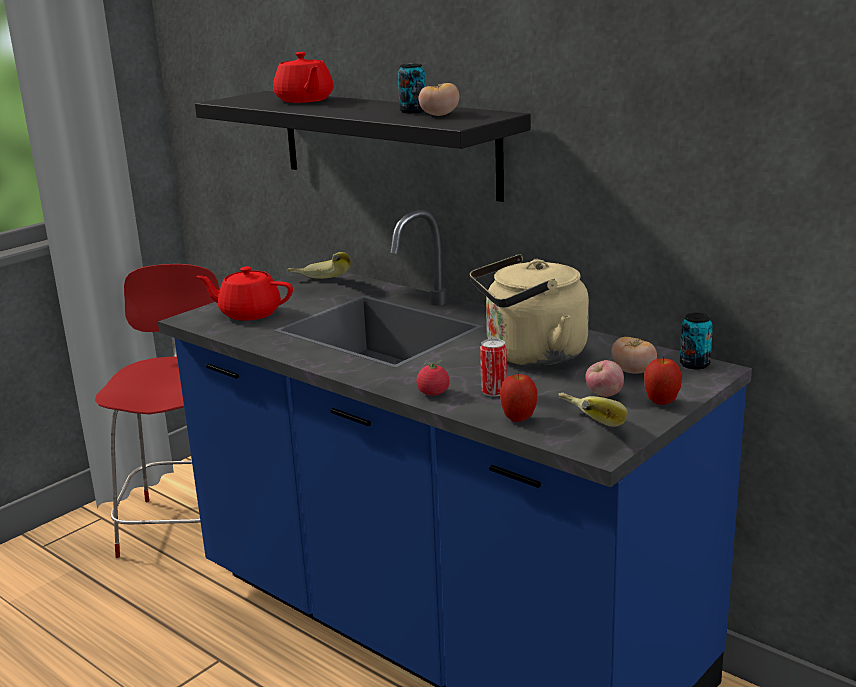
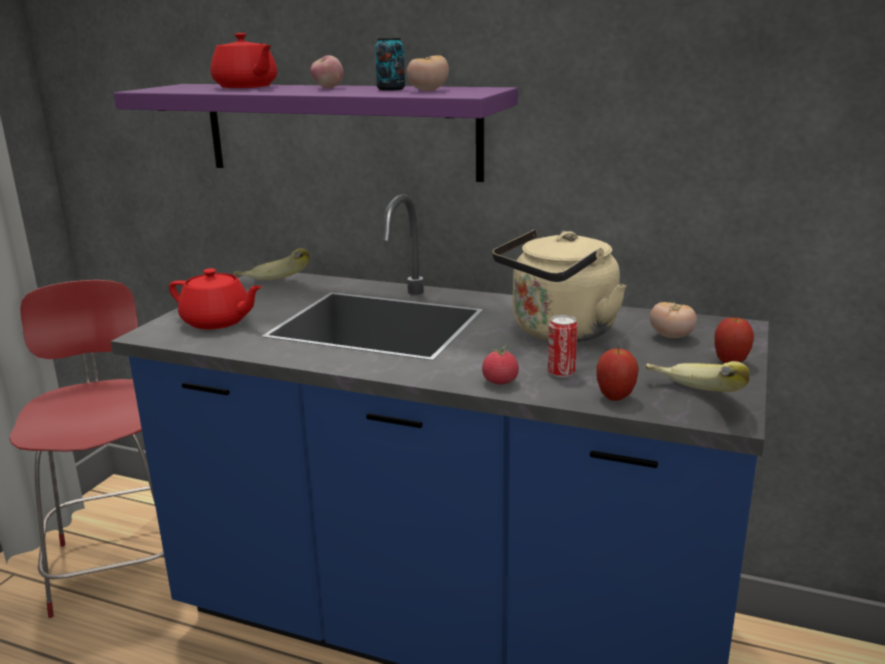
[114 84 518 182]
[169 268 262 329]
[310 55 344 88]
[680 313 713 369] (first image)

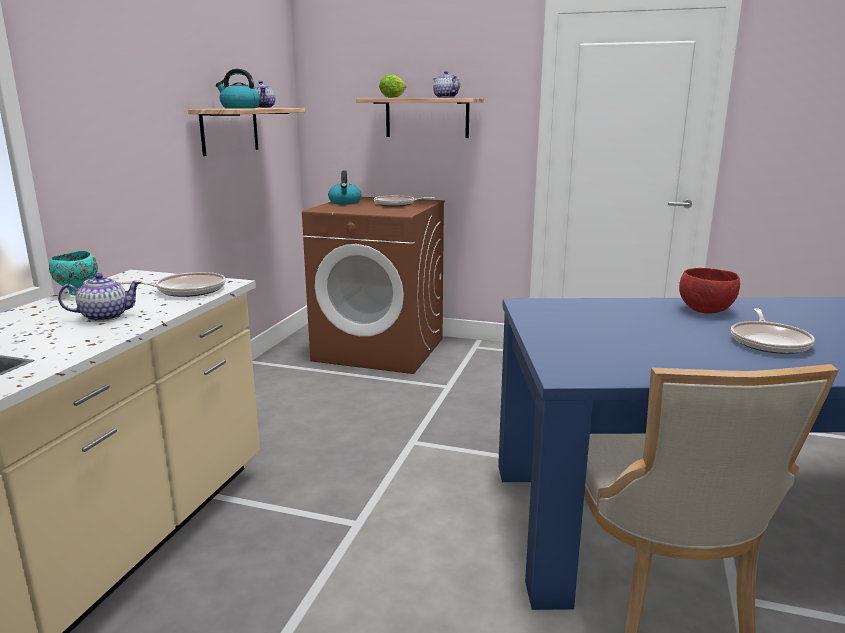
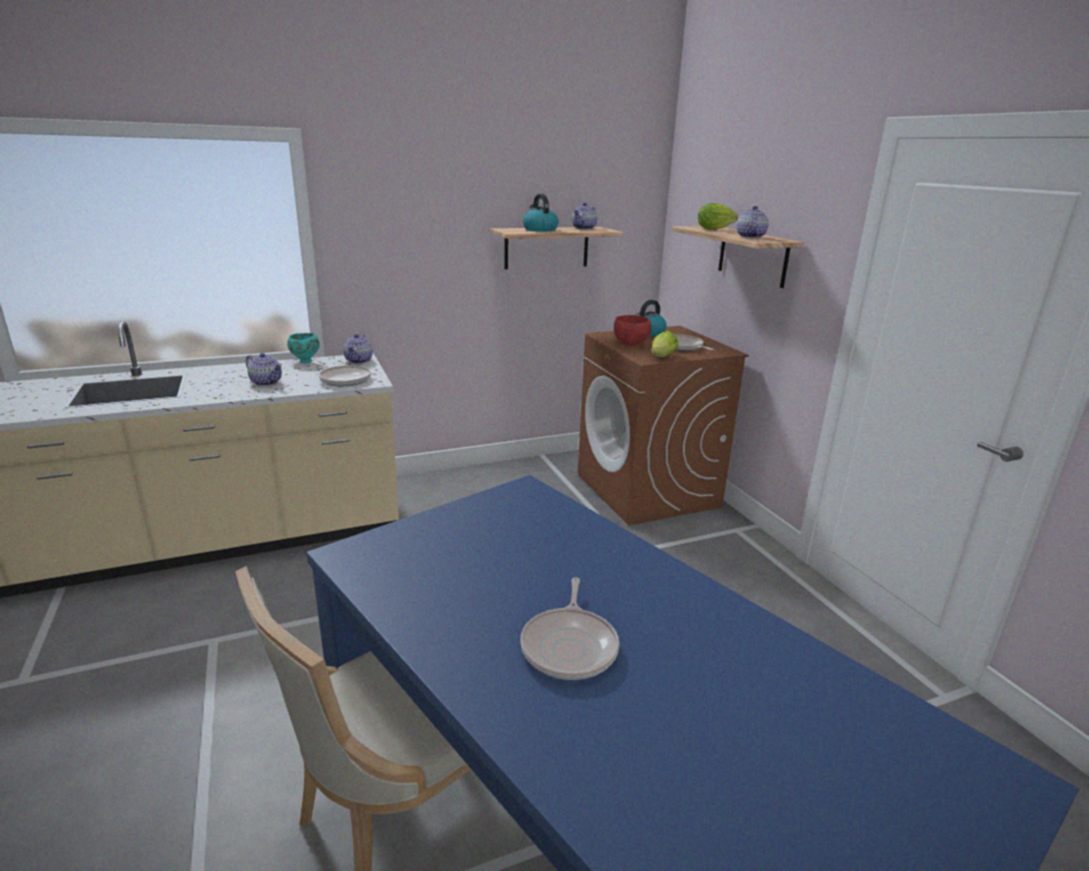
[614 315 651 346]
[520 577 619 680]
[343 334 373 364]
[651 331 678 357]

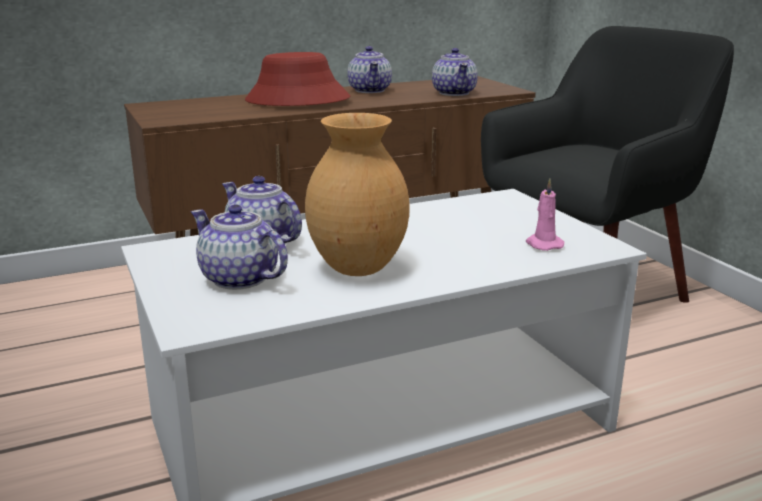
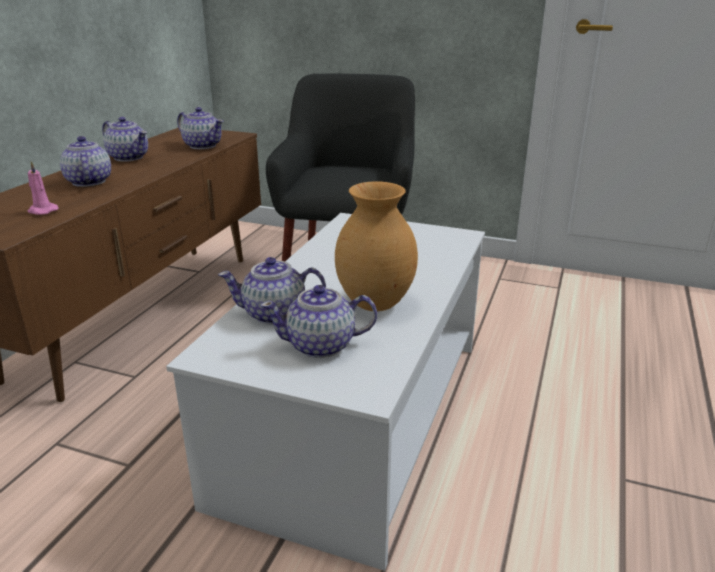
[60 136 111 187]
[27 161 58 215]

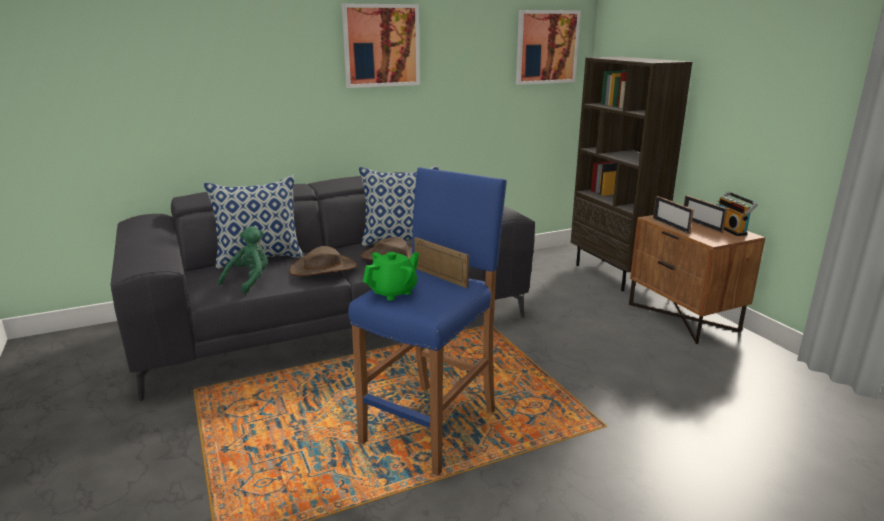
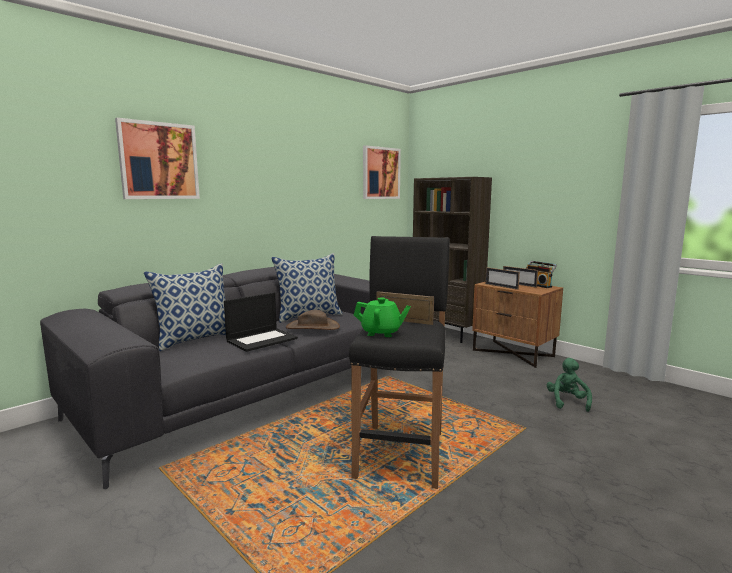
[547 358 592 412]
[224 292 298 352]
[115 118 200 199]
[349 236 450 489]
[354 297 411 337]

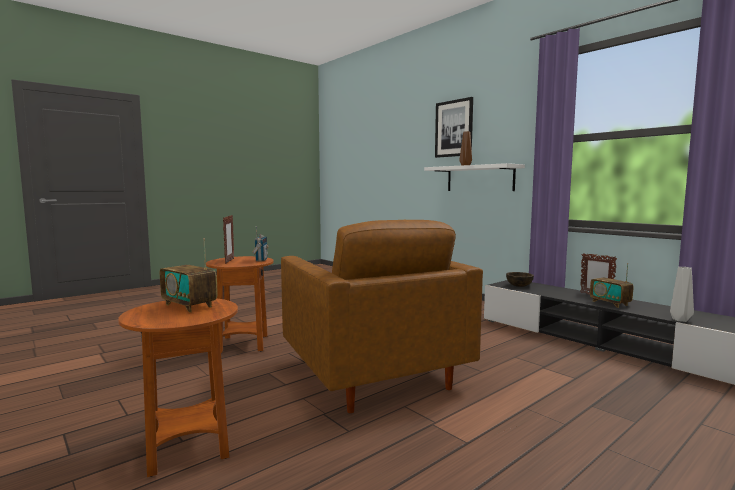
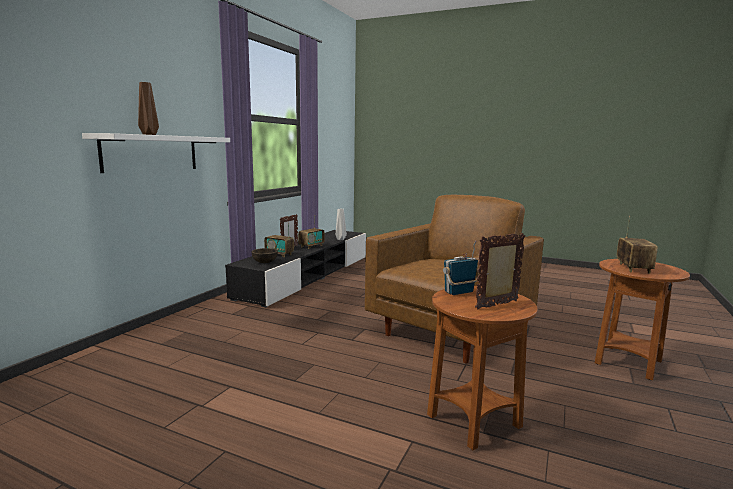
[435 97 473 158] (first image)
[264 222 294 257]

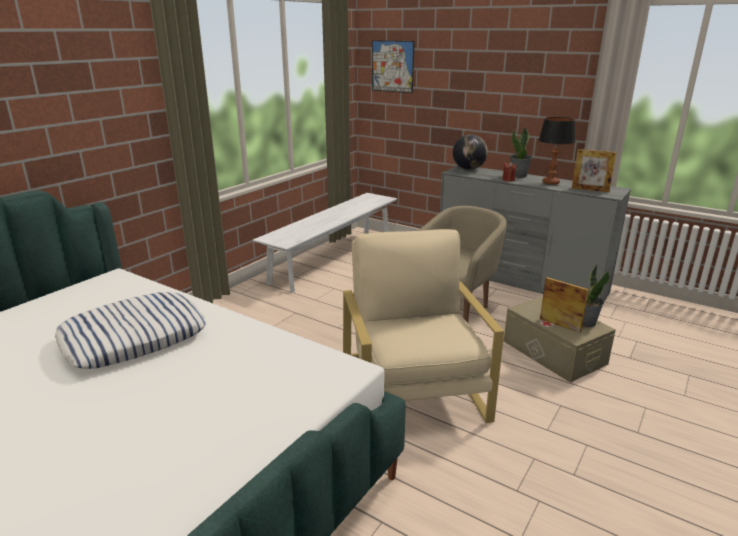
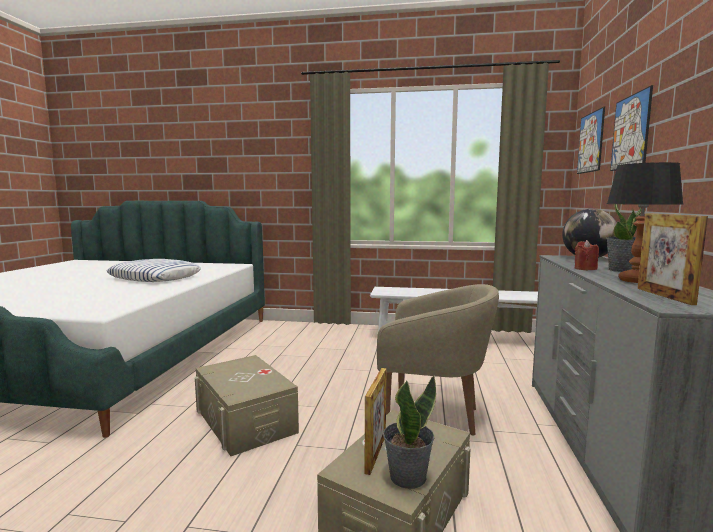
[195 355 299 456]
[610 85 653 171]

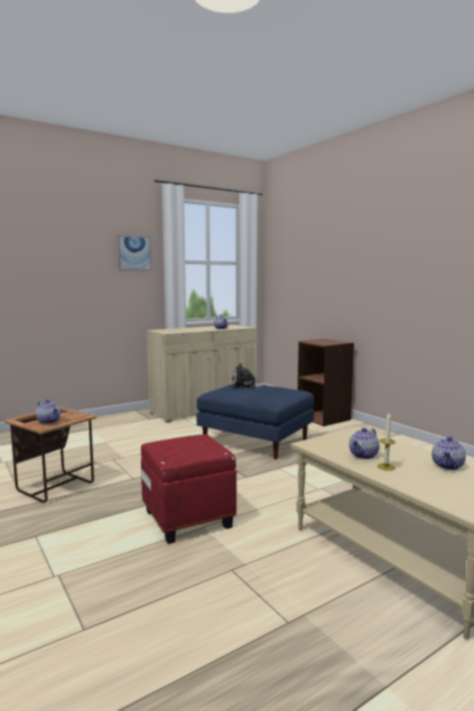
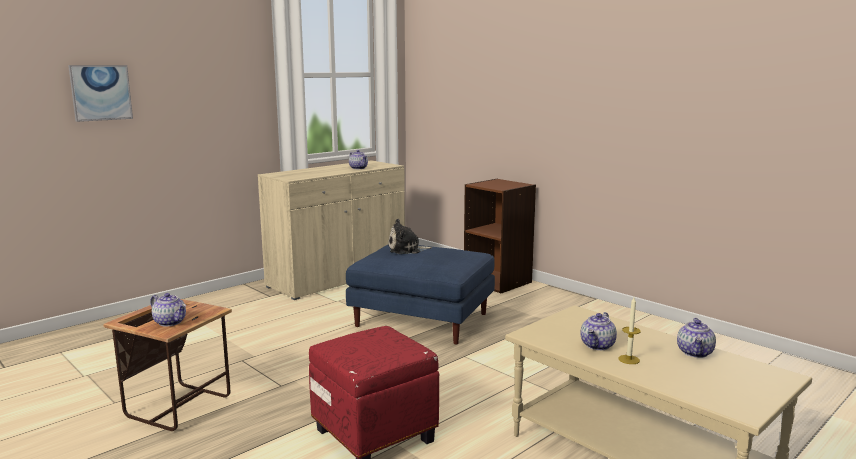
[68 65 133 122]

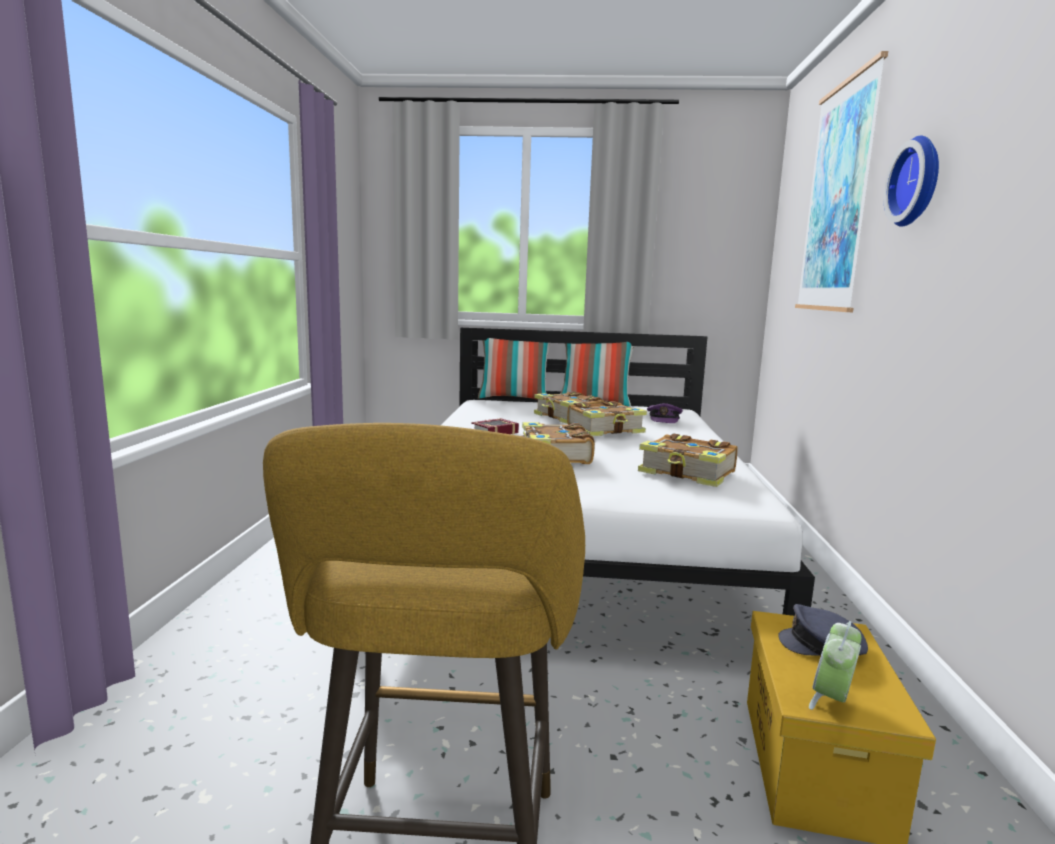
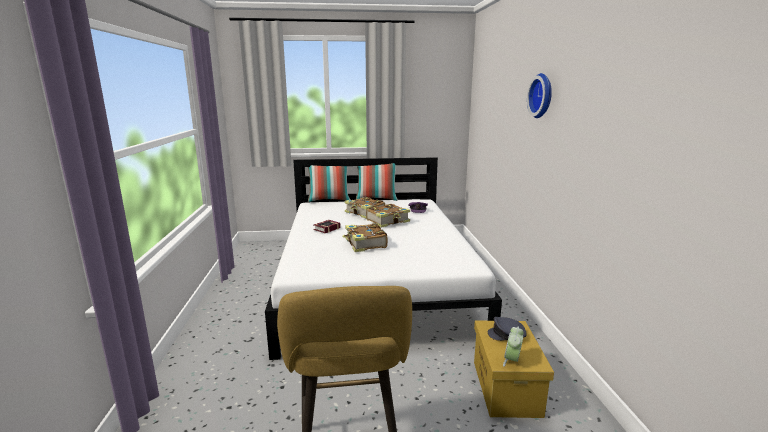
[638 433 738 487] (first image)
[795 51 888 312] (first image)

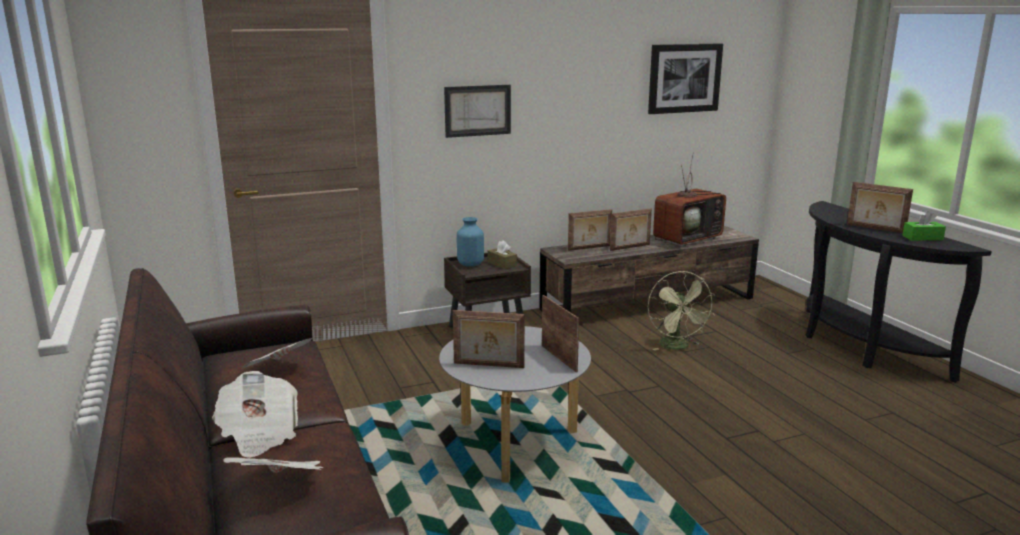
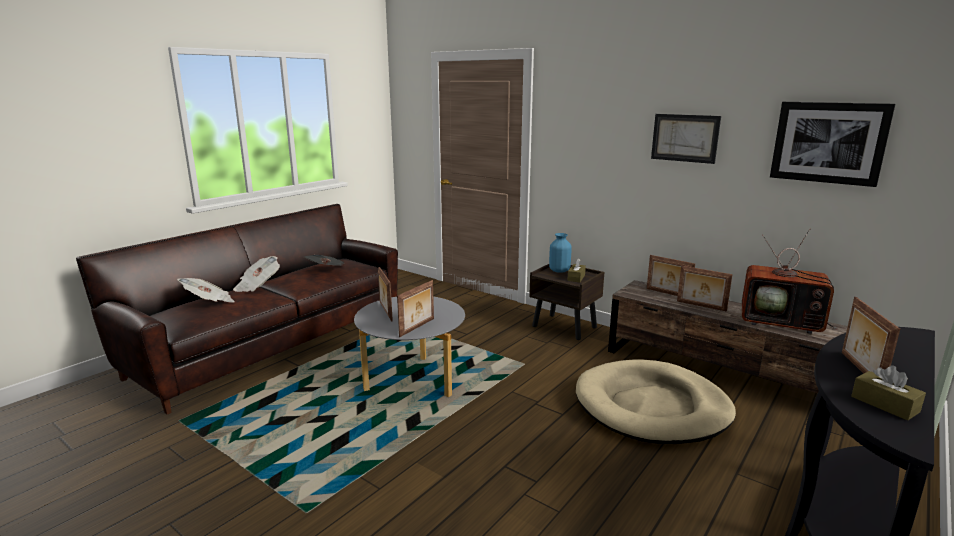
[651 114 721 164]
[576 359 736 444]
[851 365 926 421]

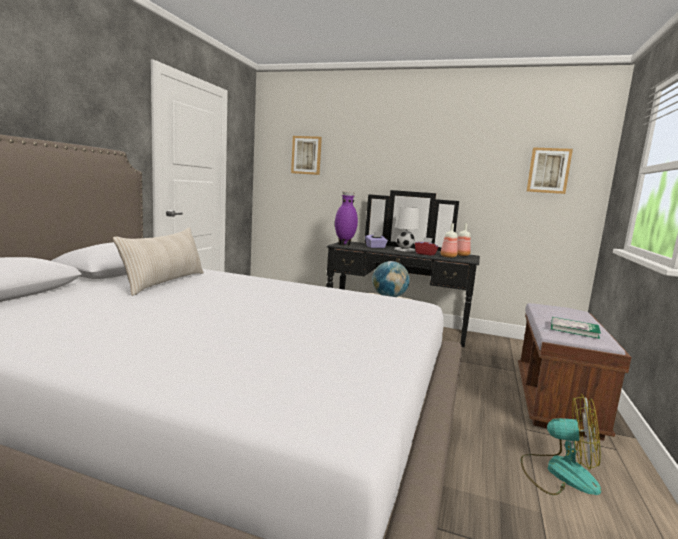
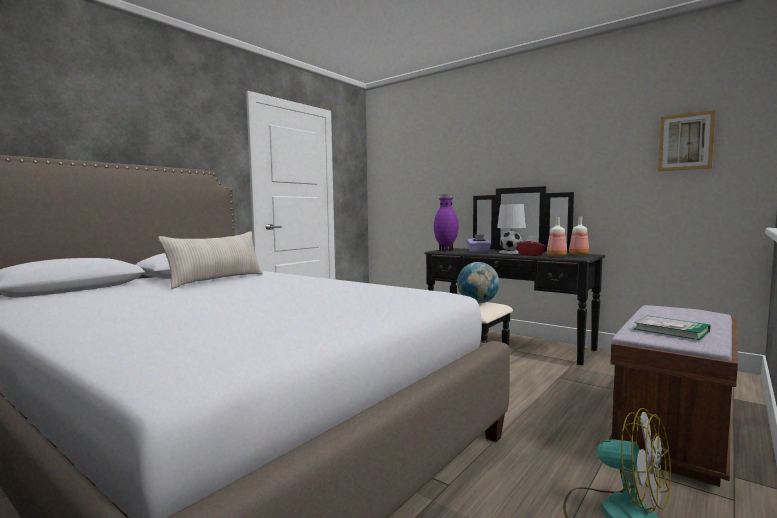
[291 136 322 175] (first image)

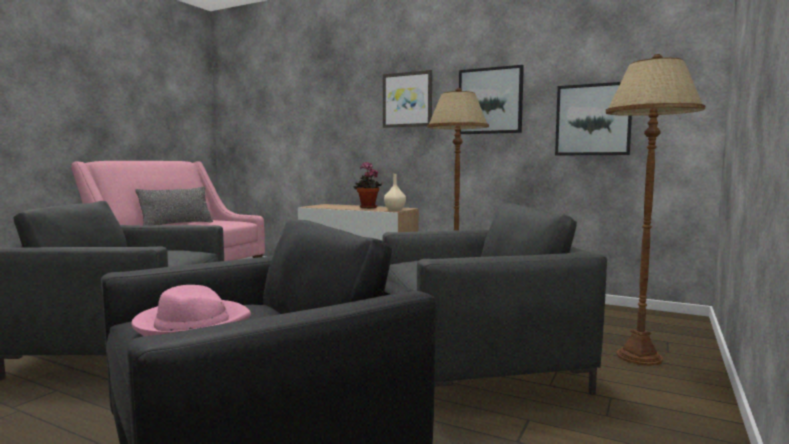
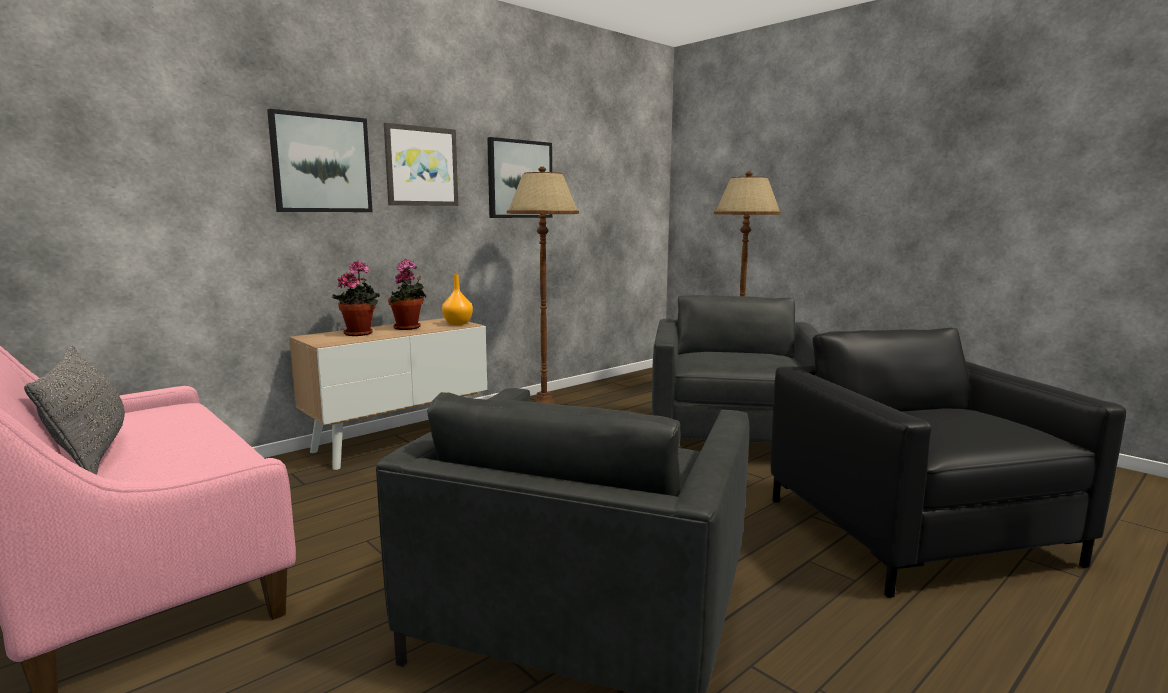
[131 285 251 336] (first image)
[442 274 473 325]
[267 109 373 212]
[332 261 380 336]

